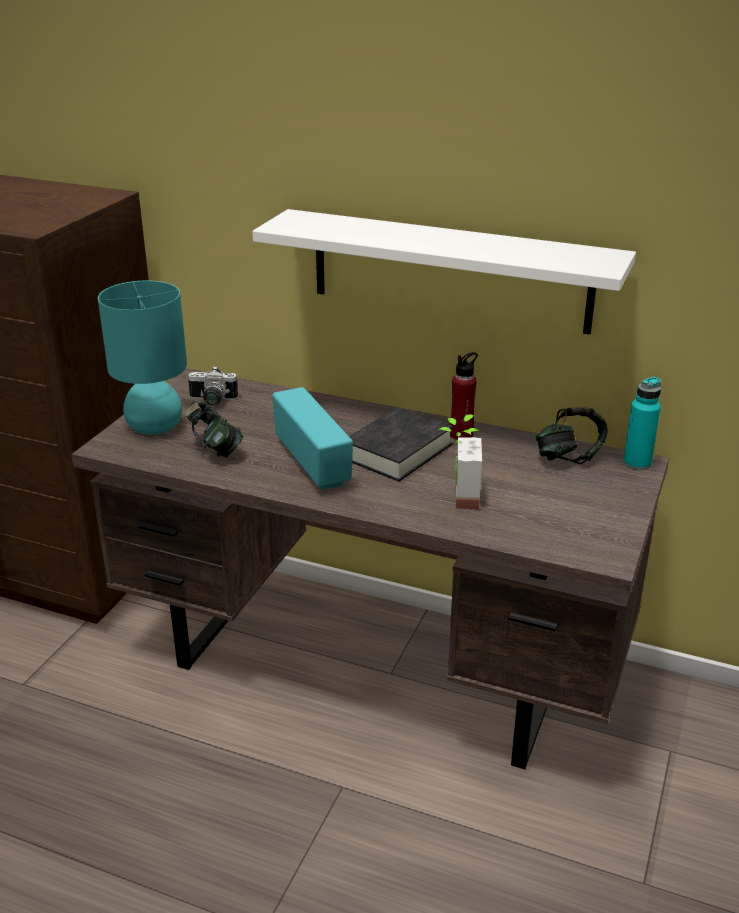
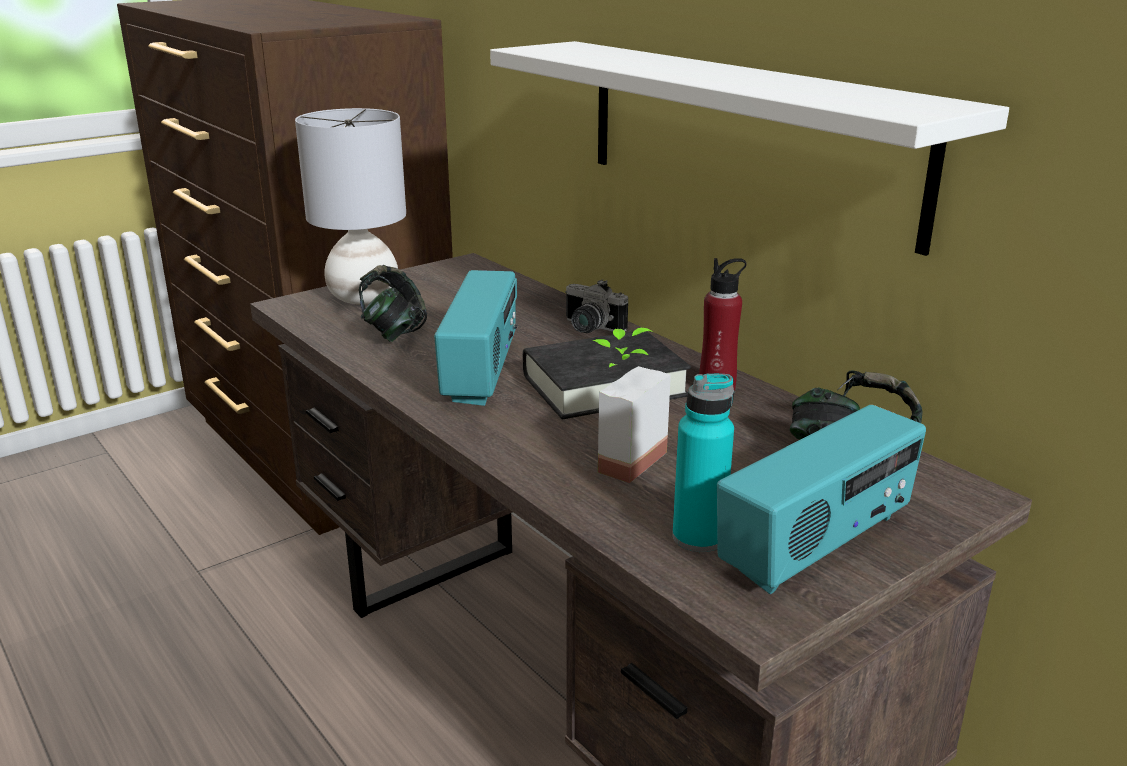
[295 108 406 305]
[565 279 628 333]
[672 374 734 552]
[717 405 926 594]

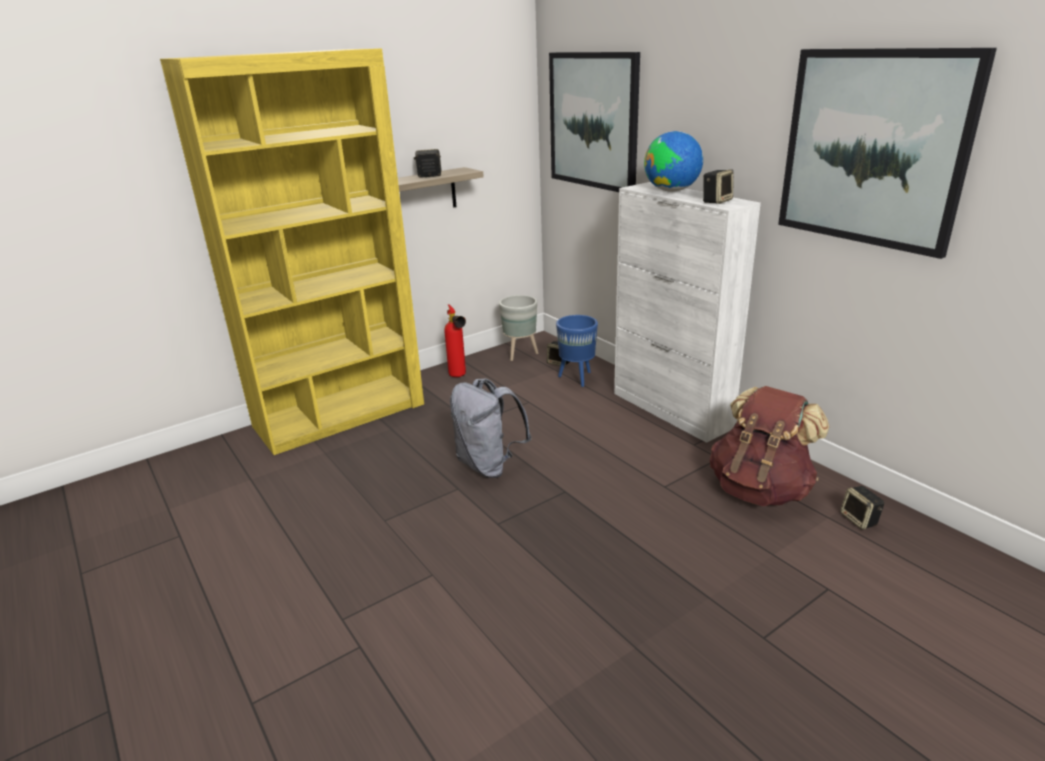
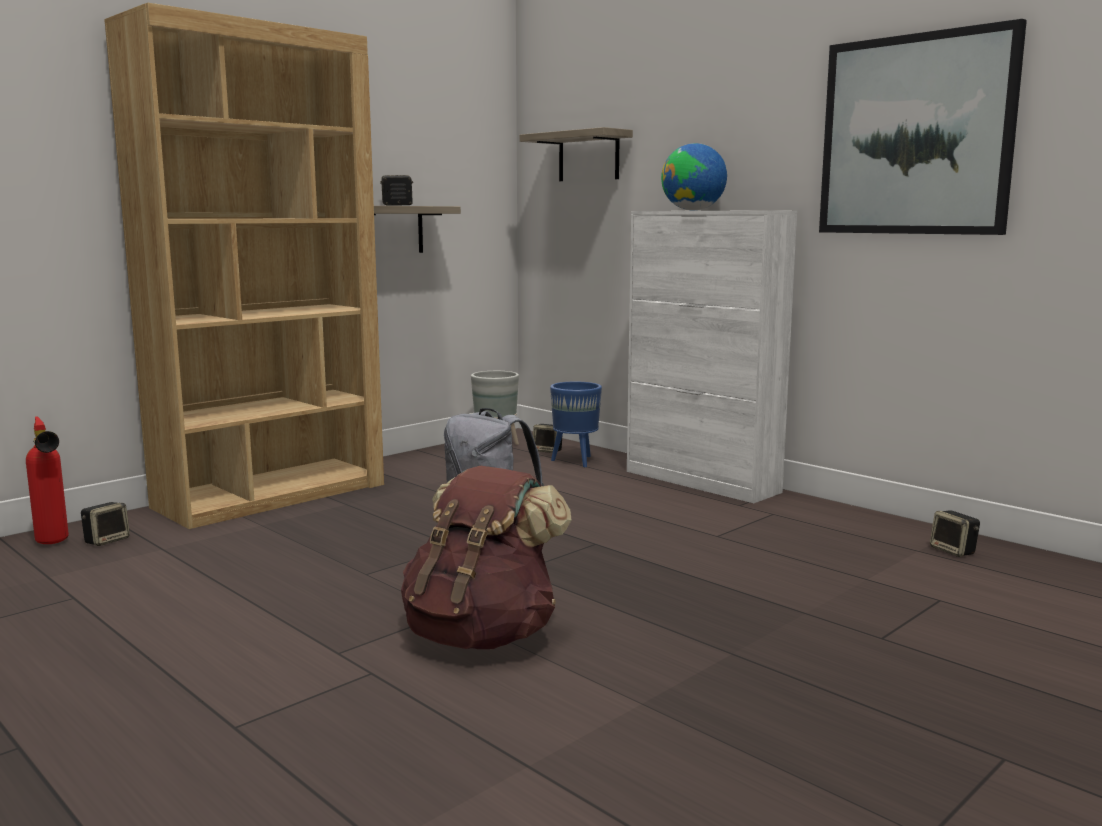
[104 3 384 529]
[26 417 69 544]
[520 127 633 181]
[81 502 130 546]
[401 466 571 649]

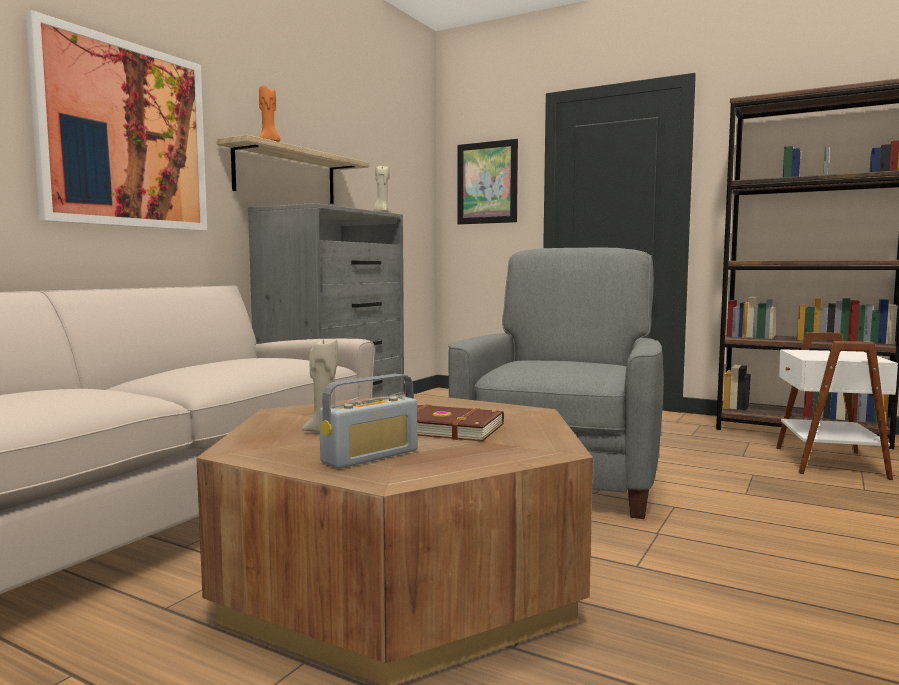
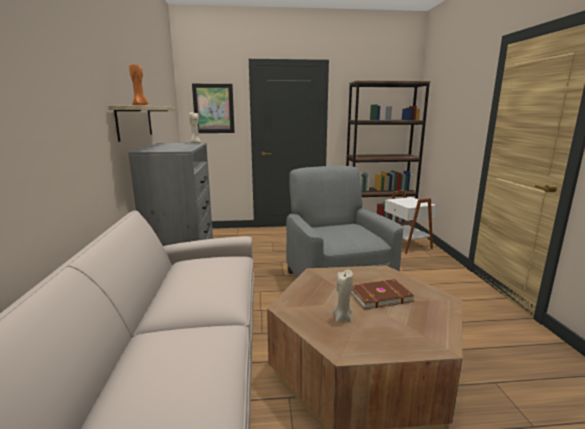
[26 10 207 231] (first image)
[319 374 418 469] (first image)

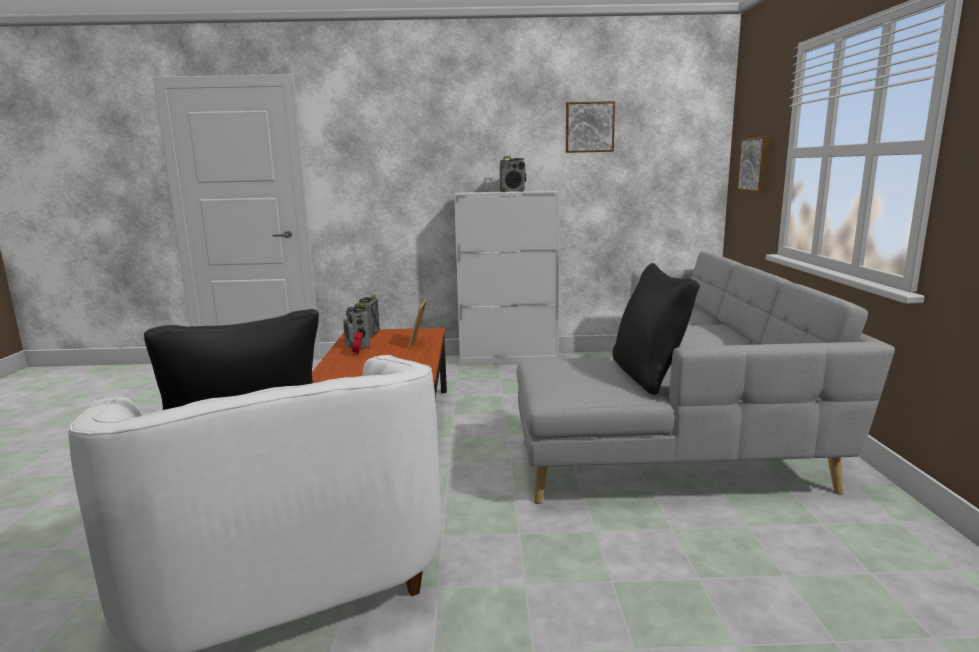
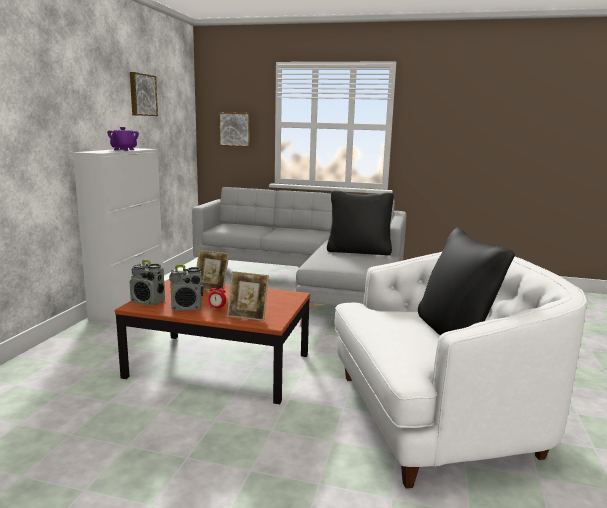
[107 127 139 151]
[227 271 269 321]

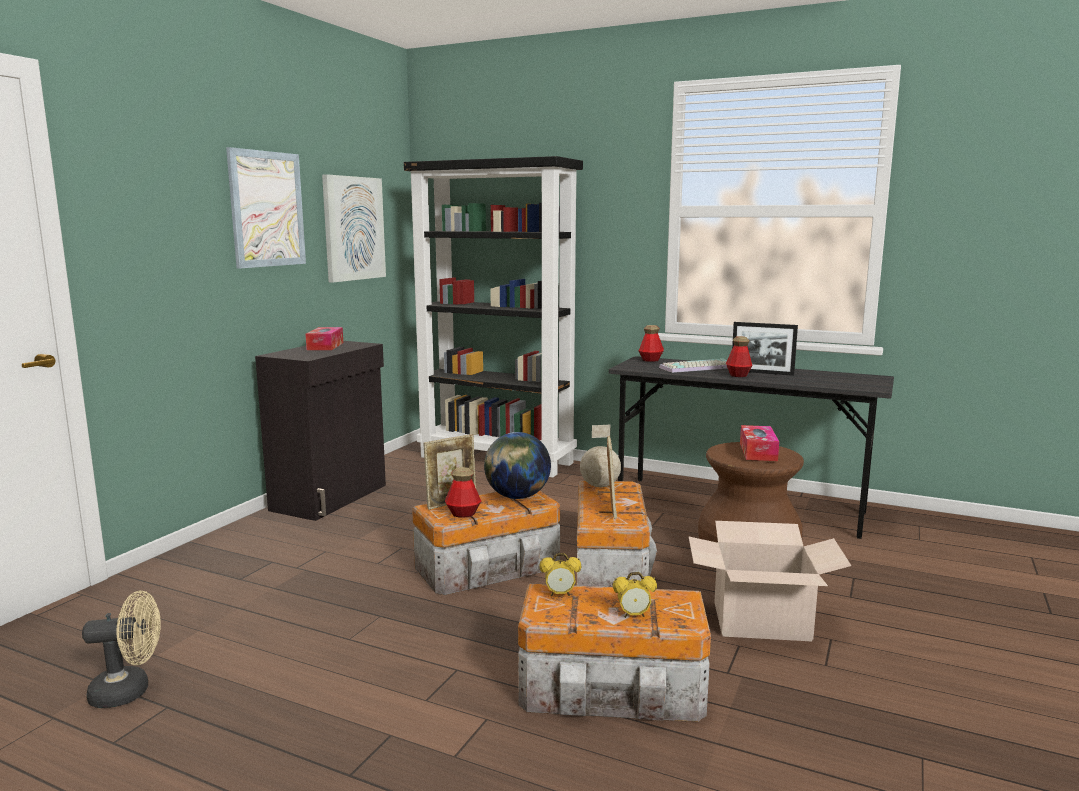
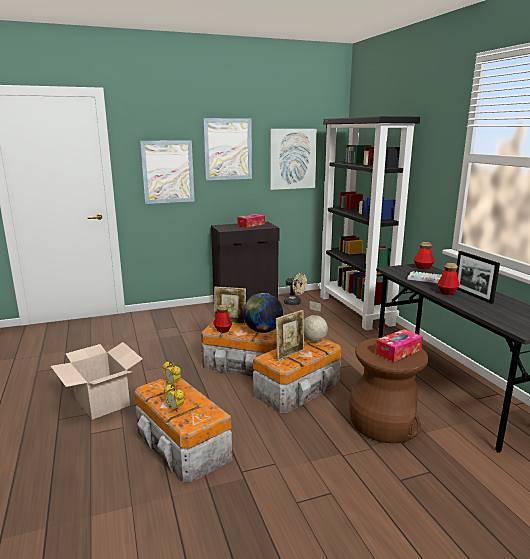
[284 273 307 305]
[51 342 142 420]
[140 140 195 204]

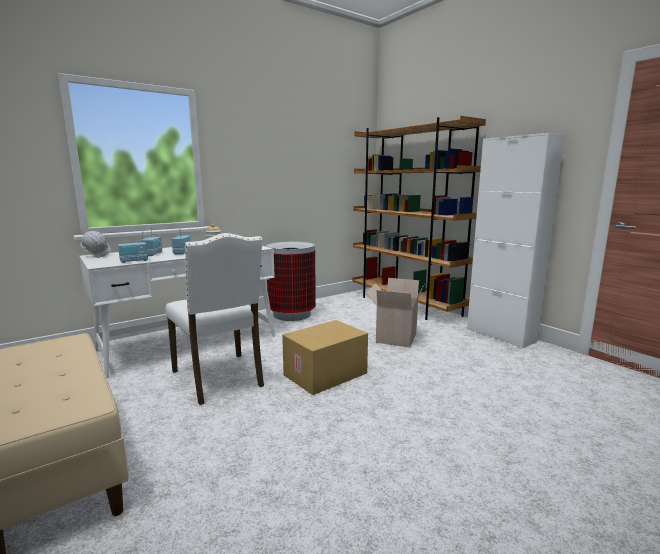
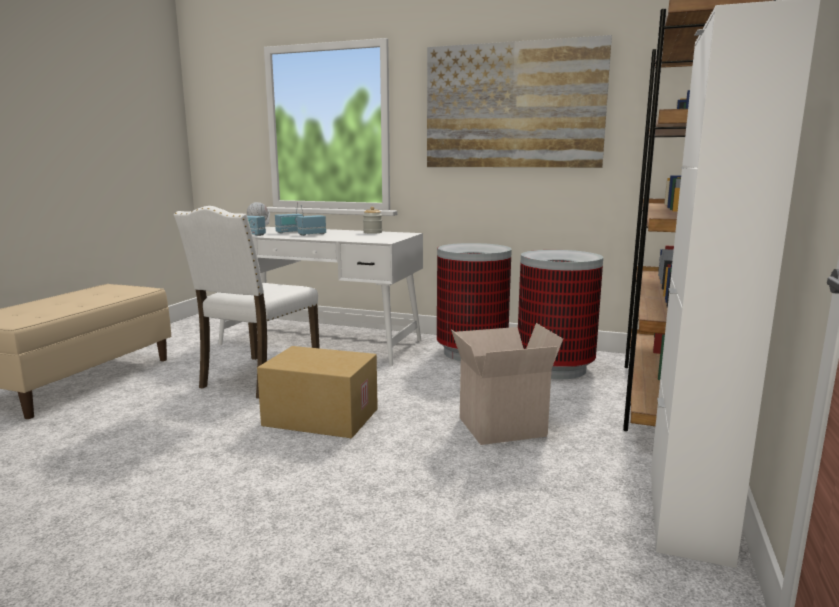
[427 35 612 168]
[518 250 603 379]

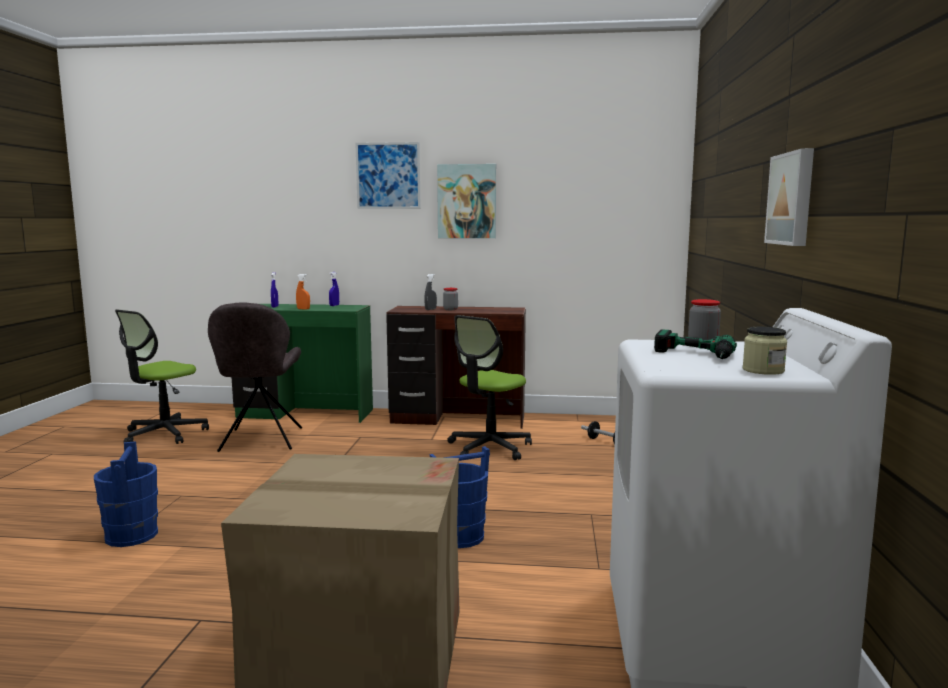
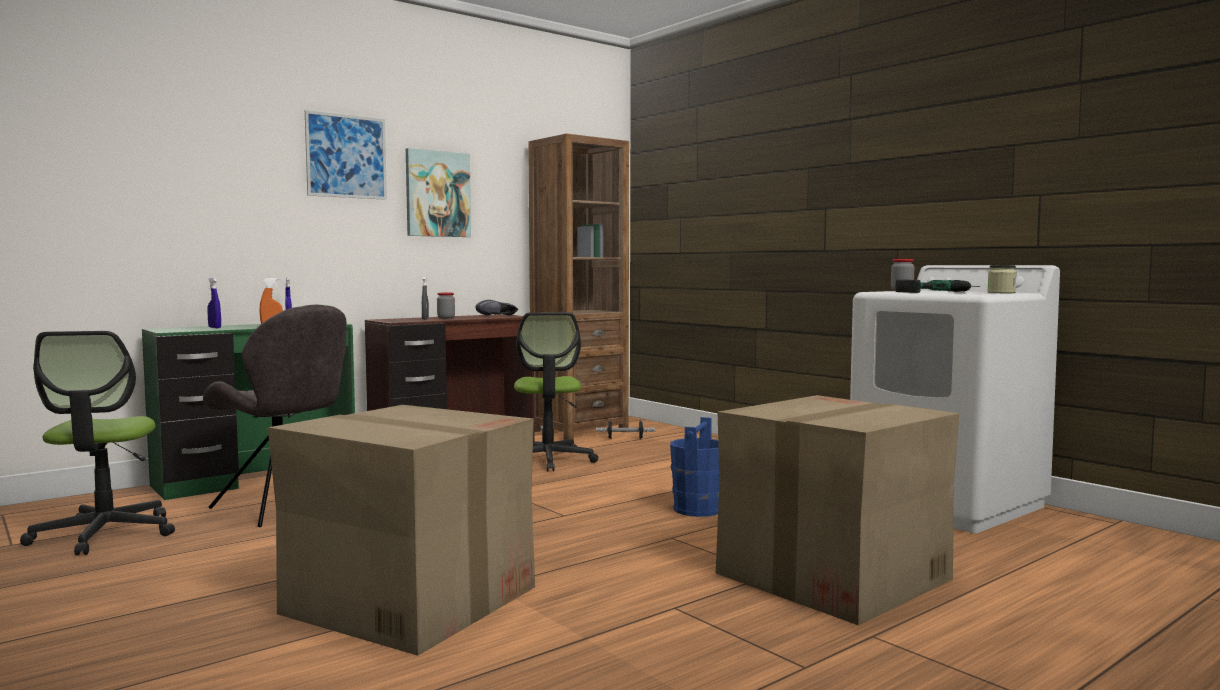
[268 405 535 656]
[764 148 814 246] (first image)
[475 300 518 315]
[528 134 629 440]

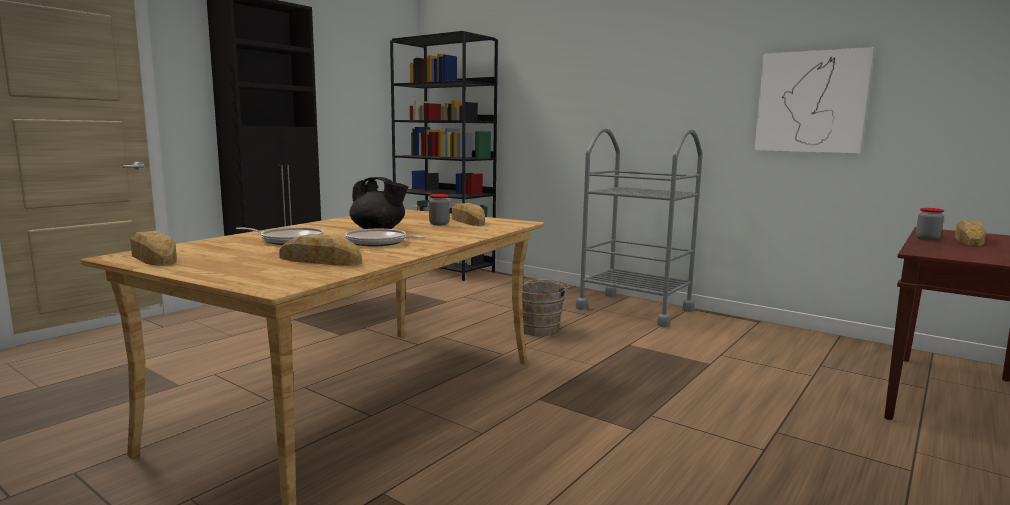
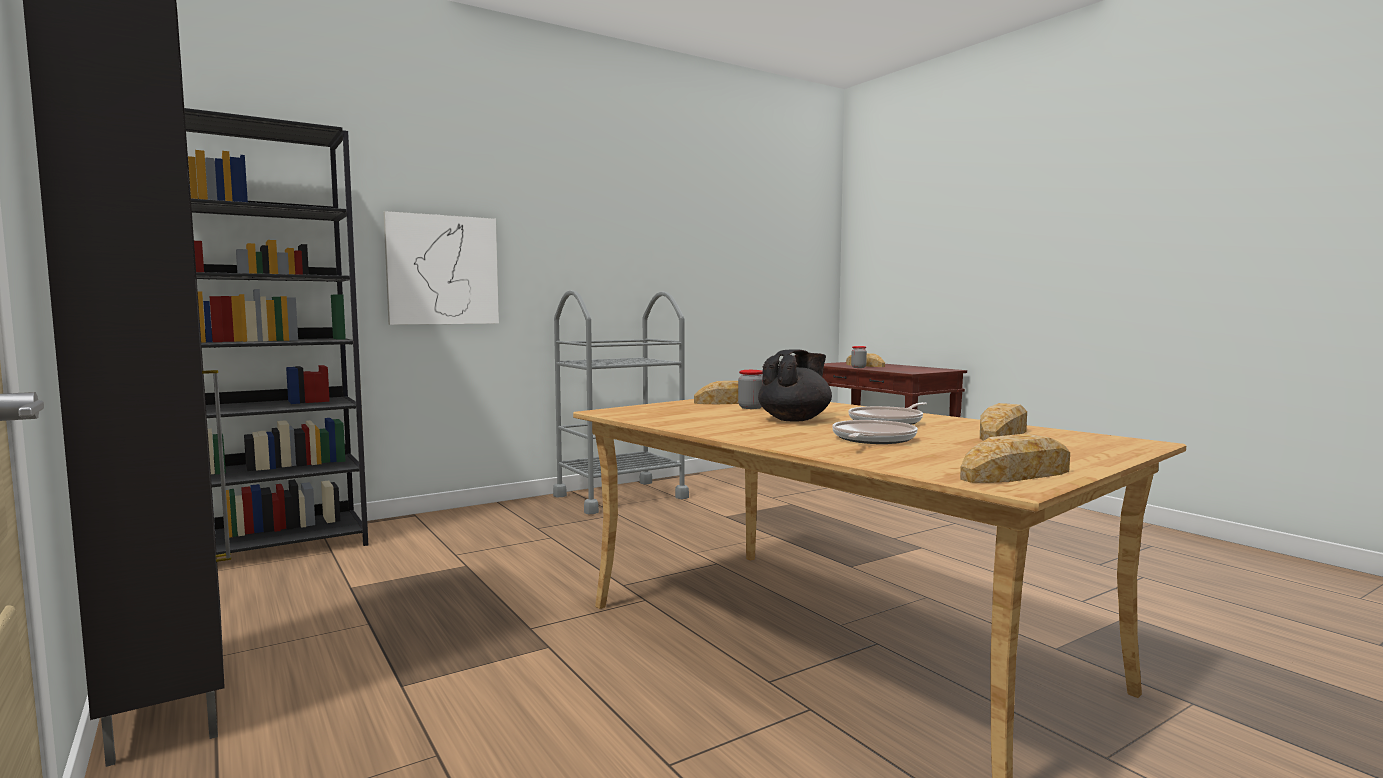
[522 279 569 336] (first image)
[384 211 499 325]

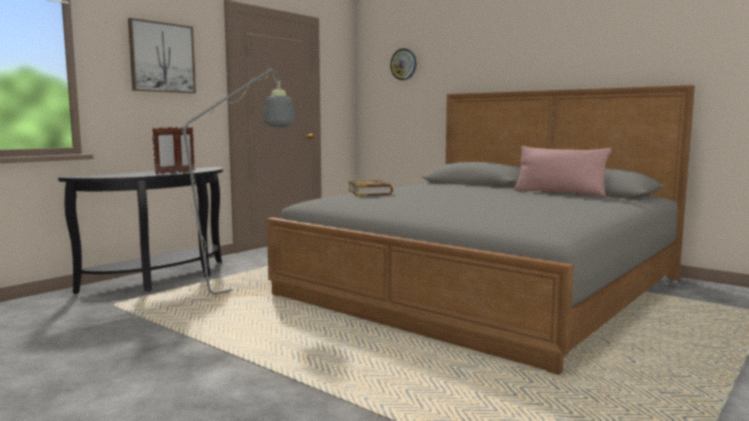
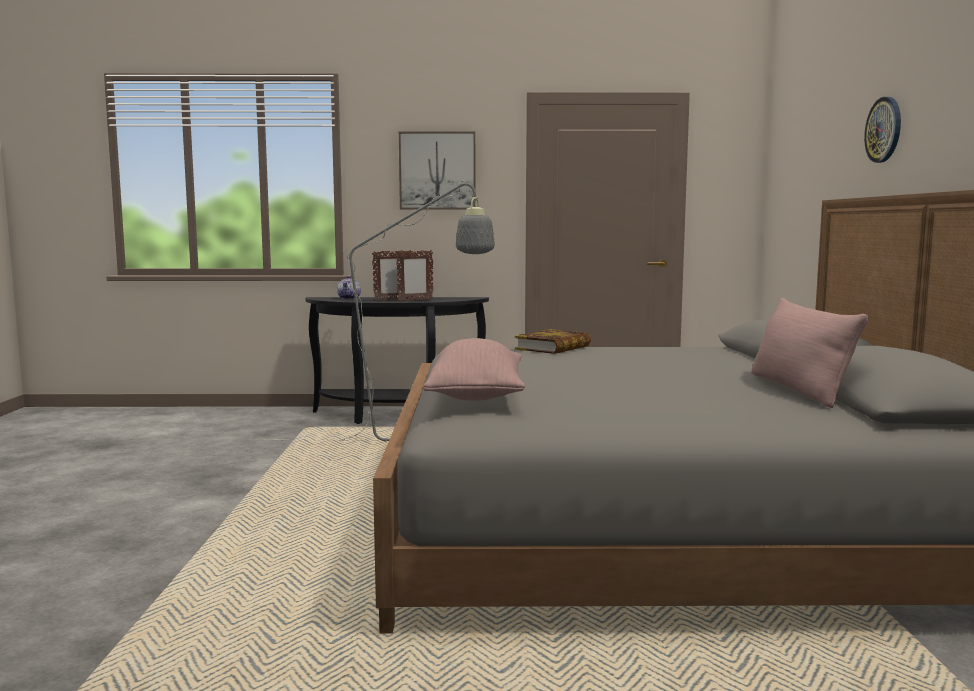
[864 97 901 163]
[337 276 361 299]
[424 338 525 401]

